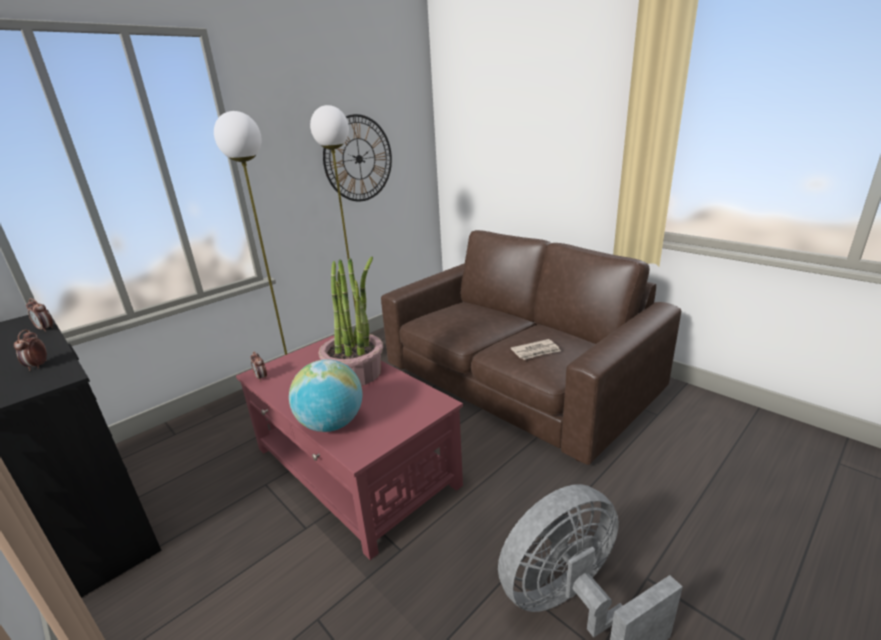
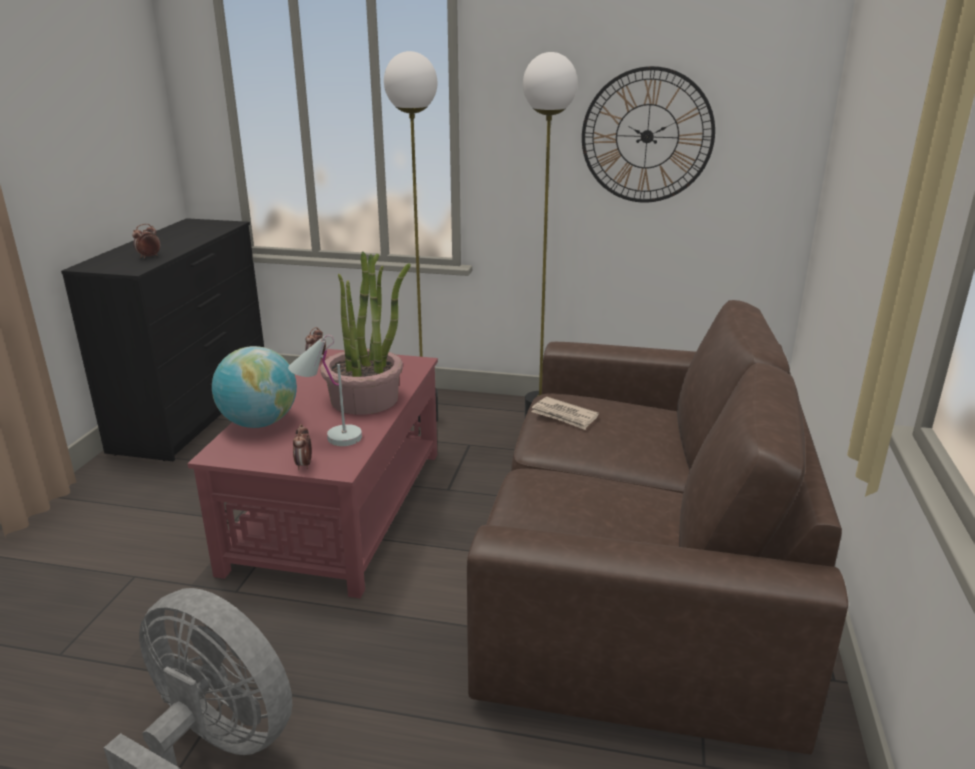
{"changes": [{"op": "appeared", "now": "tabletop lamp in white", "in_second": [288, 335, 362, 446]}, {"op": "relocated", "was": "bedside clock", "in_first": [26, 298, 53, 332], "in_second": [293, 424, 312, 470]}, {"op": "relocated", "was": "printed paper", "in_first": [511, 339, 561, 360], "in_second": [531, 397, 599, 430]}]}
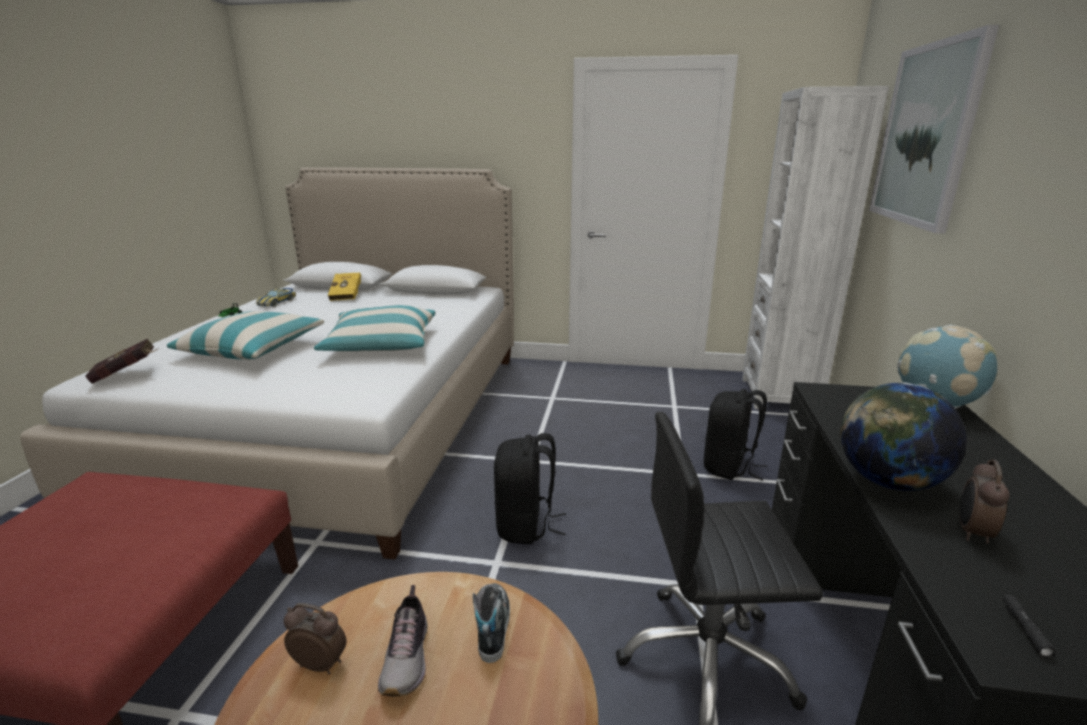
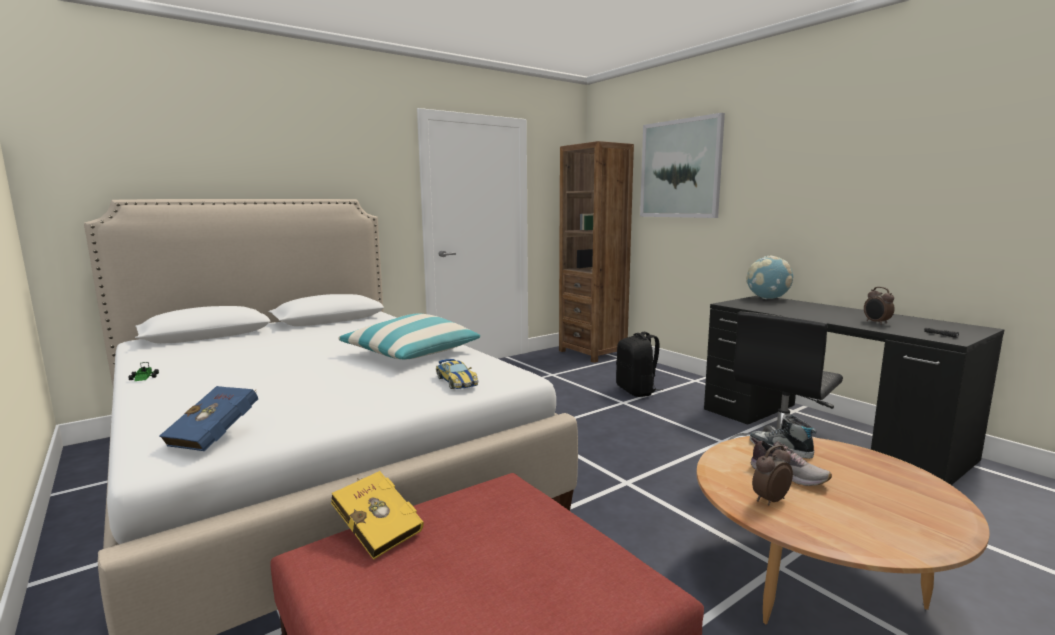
{"changes": [{"op": "missing", "was": "throw pillow", "in_first": [167, 311, 324, 360]}, {"op": "missing", "was": "rucksack in black-coloured", "in_first": [494, 433, 566, 544]}, {"op": "missing", "was": "desk globe", "in_first": [840, 382, 967, 491]}, {"op": "relocated", "was": "model car", "in_first": [256, 288, 296, 307], "in_second": [436, 359, 478, 389]}, {"op": "relocated", "was": "bound book in yellow", "in_first": [328, 272, 361, 301], "in_second": [331, 471, 424, 560]}, {"op": "colour", "was": "bound book in red-coloured", "now": "bound book in bluish", "in_first": [86, 339, 157, 384], "in_second": [160, 386, 258, 451]}, {"op": "colour", "was": "bookshelf in white", "now": "bookshelf in brownish", "in_first": [742, 86, 889, 409], "in_second": [559, 141, 634, 363]}]}
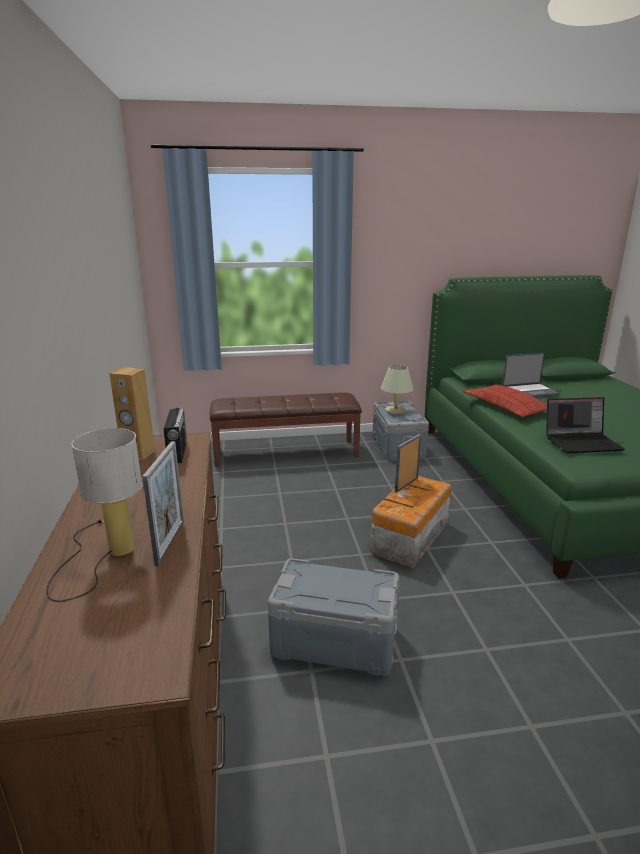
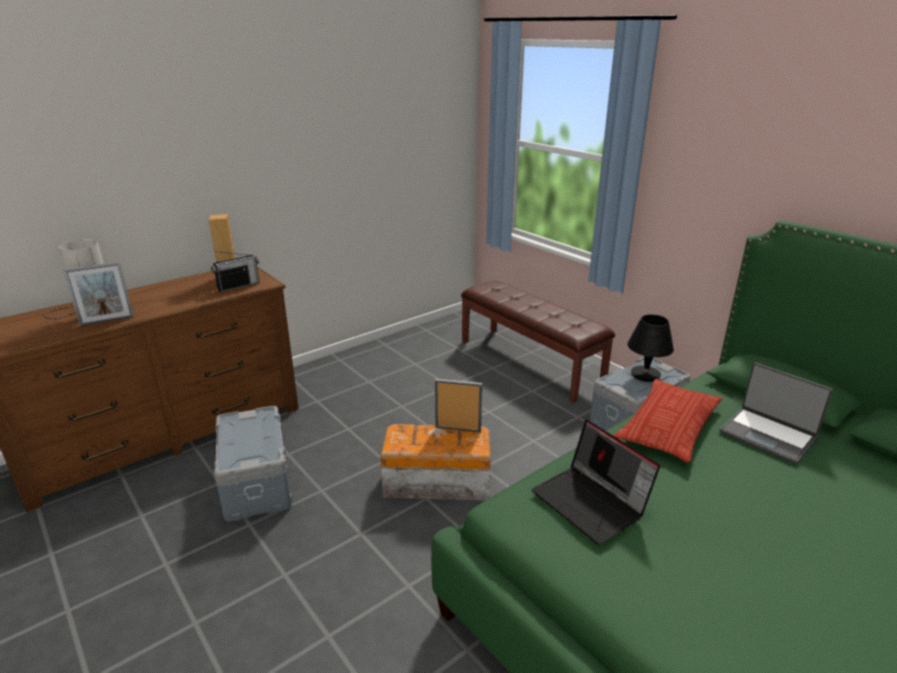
{"changes": [{"op": "colour", "was": "tabletop lamp in sand-coloured", "now": "tabletop lamp in black-coloured", "in_first": [381, 365, 414, 414], "in_second": [627, 314, 674, 382]}]}
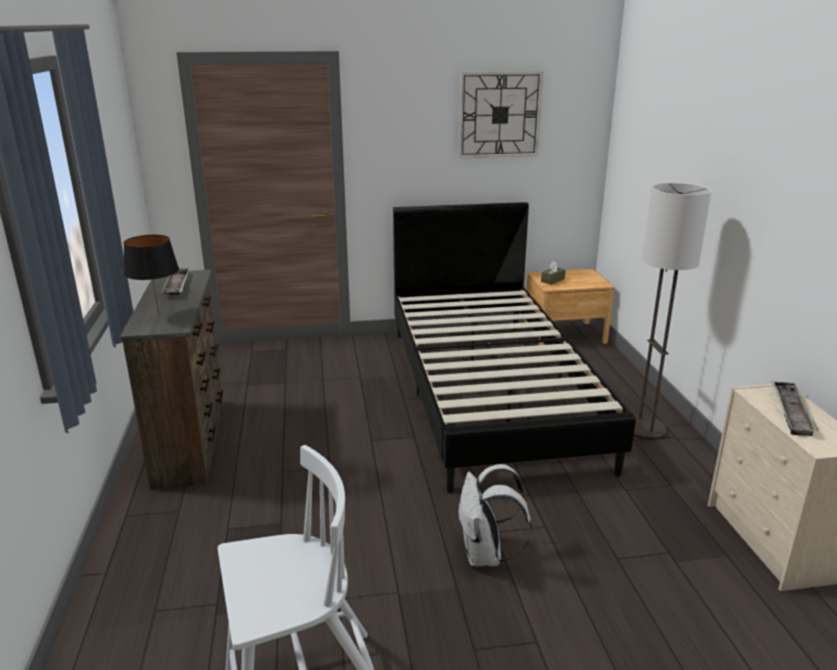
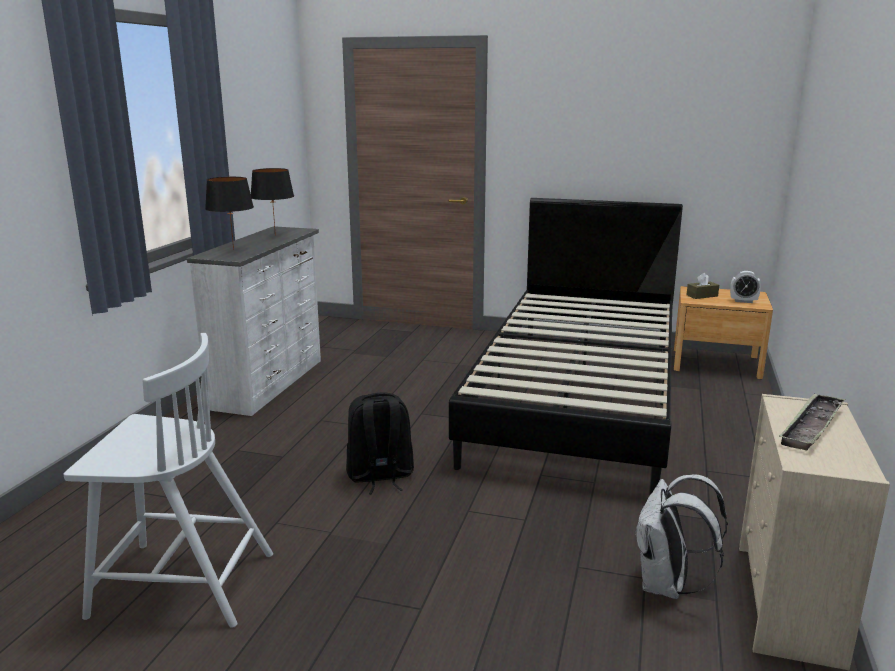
{"changes": [{"op": "missing", "was": "clock on the wall", "in_first": [459, 71, 543, 158]}, {"op": "missing", "was": "standing lamp", "in_first": [633, 182, 712, 440]}, {"op": "appeared", "now": "rucksack in black-coloured", "in_second": [346, 393, 414, 494]}, {"op": "appeared", "now": "bedside clock", "in_second": [730, 271, 761, 303]}, {"op": "relocated", "was": "rucksack in white", "in_first": [458, 464, 532, 566], "in_second": [635, 474, 728, 599]}, {"op": "exchanged", "was": "serving tray", "now": "tabletop lamp in black-coloured", "in_first": [162, 268, 189, 296], "in_second": [251, 168, 294, 235]}, {"op": "colour", "was": "chest of drawers in brownish", "now": "chest of drawers in white", "in_first": [120, 270, 223, 490], "in_second": [187, 226, 321, 416]}]}
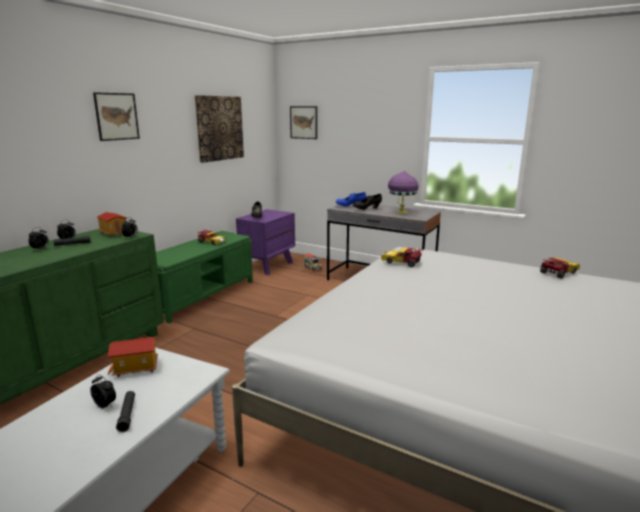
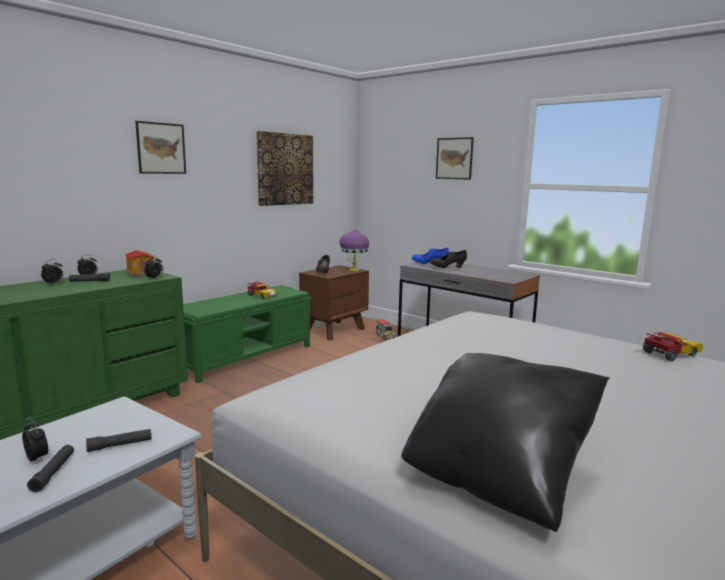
{"changes": [{"op": "missing", "was": "model house", "in_first": [108, 337, 158, 377]}, {"op": "missing", "was": "model car", "in_first": [381, 248, 422, 268]}, {"op": "appeared", "now": "torch in black-coloured", "in_second": [86, 429, 152, 452]}, {"op": "appeared", "now": "throw pillow in black-coloured", "in_second": [401, 353, 609, 532]}, {"op": "relocated", "was": "wall art", "in_first": [290, 106, 317, 139], "in_second": [436, 137, 474, 180]}, {"op": "relocated", "was": "tabletop lamp in purplish", "in_first": [388, 171, 419, 214], "in_second": [340, 229, 369, 271]}, {"op": "colour", "was": "bedside table in purplish", "now": "bedside table in brownish", "in_first": [236, 209, 295, 275], "in_second": [299, 265, 369, 341]}]}
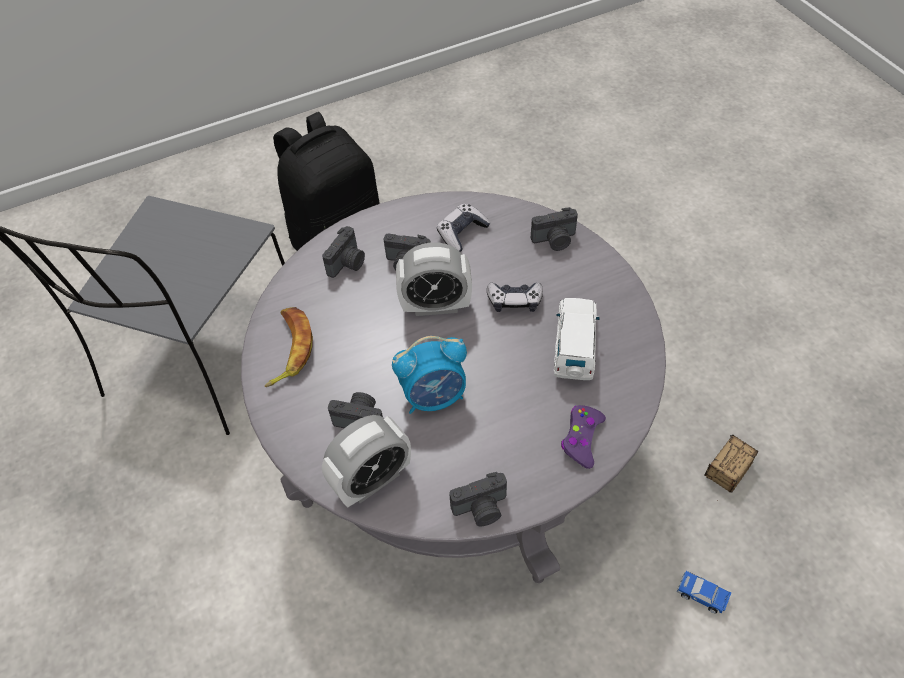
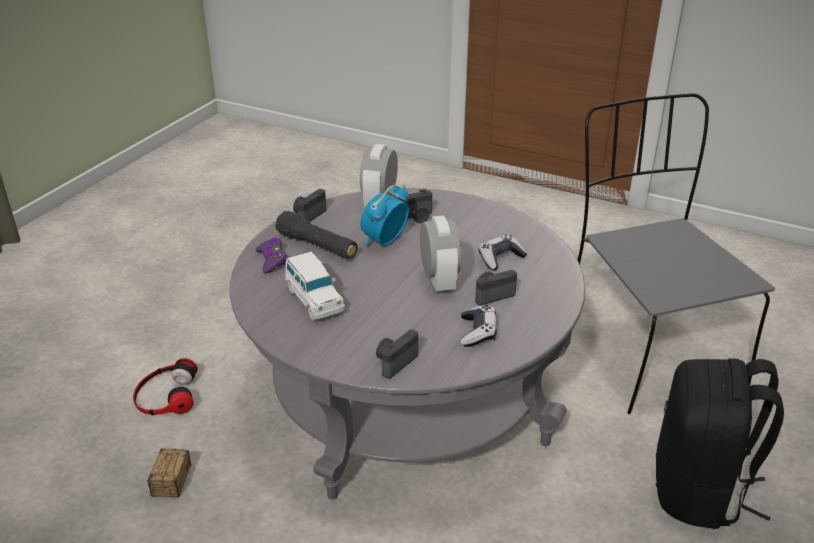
{"changes": [{"op": "missing", "was": "banana", "in_first": [265, 307, 313, 387]}, {"op": "missing", "was": "still camera", "in_first": [322, 226, 365, 278]}, {"op": "appeared", "now": "torch in black-coloured", "in_second": [275, 211, 358, 259]}, {"op": "relocated", "was": "game controller", "in_first": [487, 282, 543, 312], "in_second": [478, 234, 527, 271]}, {"op": "exchanged", "was": "model car", "now": "headphones", "in_first": [677, 571, 731, 614], "in_second": [133, 358, 198, 415]}, {"op": "spun", "was": "bedside clock", "in_first": [396, 242, 472, 316], "in_second": [420, 216, 462, 293], "clockwise": 120}]}
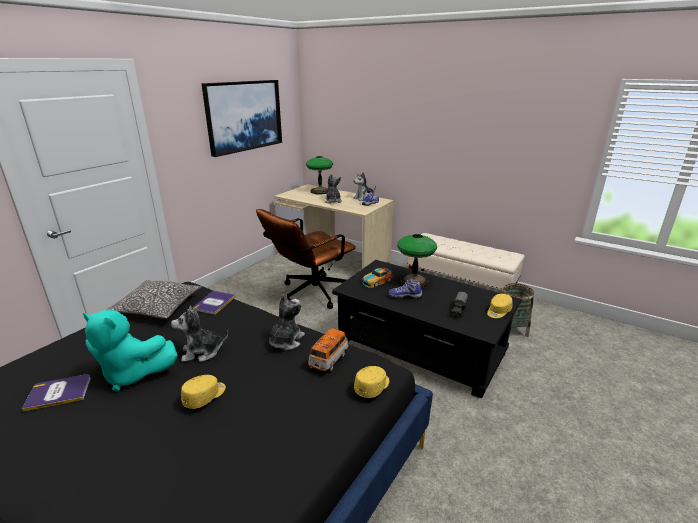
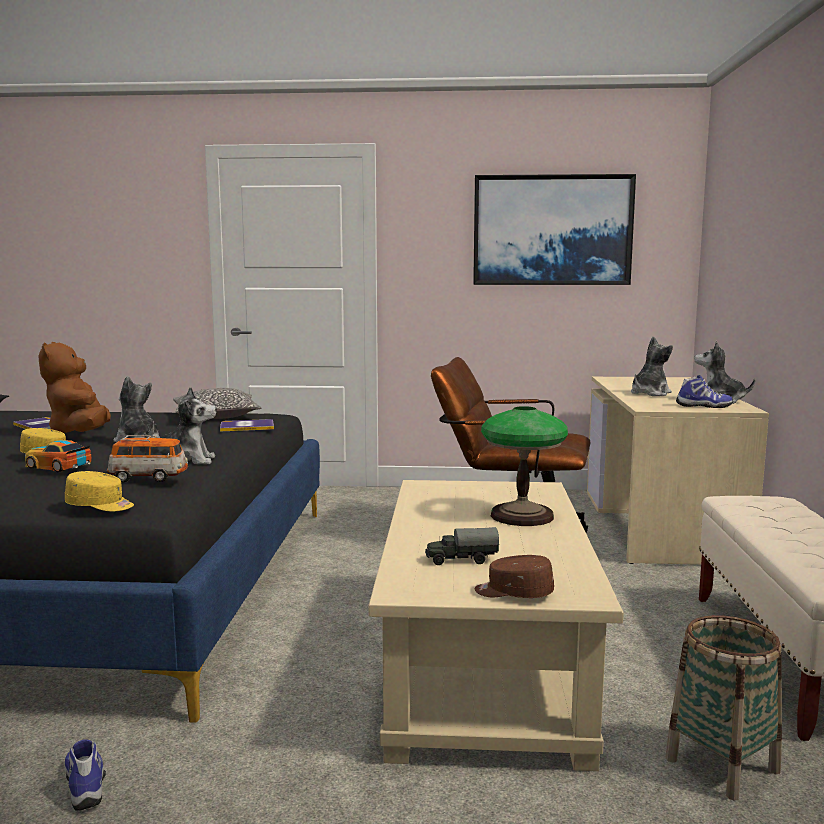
{"changes": [{"op": "missing", "was": "tabletop lamp", "in_first": [306, 156, 333, 195]}, {"op": "relocated", "was": "model car", "in_first": [362, 267, 392, 288], "in_second": [25, 440, 92, 472]}, {"op": "relocated", "was": "low shoe", "in_first": [388, 278, 423, 299], "in_second": [65, 739, 106, 811]}, {"op": "colour", "was": "cuddly toy in blue-green", "now": "cuddly toy in brownish", "in_first": [83, 310, 178, 391], "in_second": [38, 342, 111, 433]}, {"op": "colour", "was": "lounge table in black-coloured", "now": "lounge table in sand-coloured", "in_first": [332, 260, 521, 398], "in_second": [368, 480, 624, 771]}, {"op": "colour", "was": "baseball cap in yellow", "now": "baseball cap in brownish", "in_first": [487, 294, 513, 318], "in_second": [475, 555, 554, 598]}]}
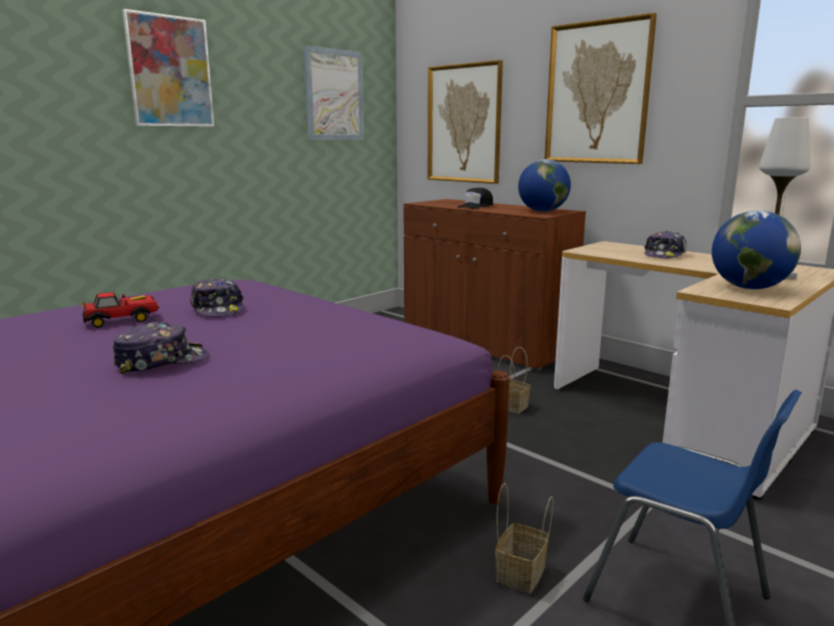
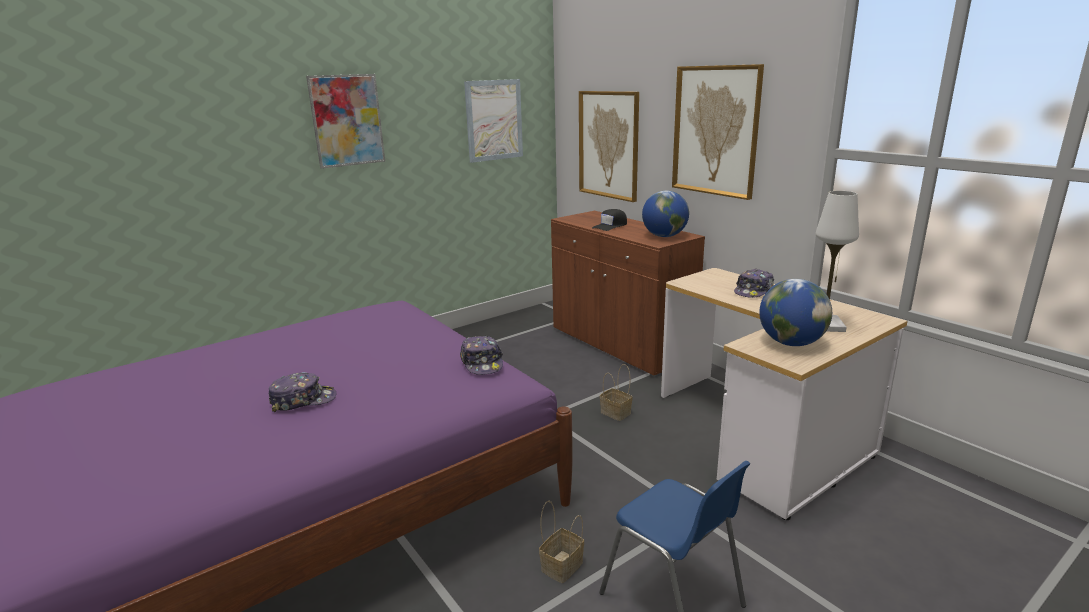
{"changes": [{"op": "missing", "was": "model car", "in_first": [81, 292, 159, 328]}, {"op": "relocated", "was": "baseball cap", "in_first": [190, 278, 244, 317], "in_second": [460, 336, 503, 375]}]}
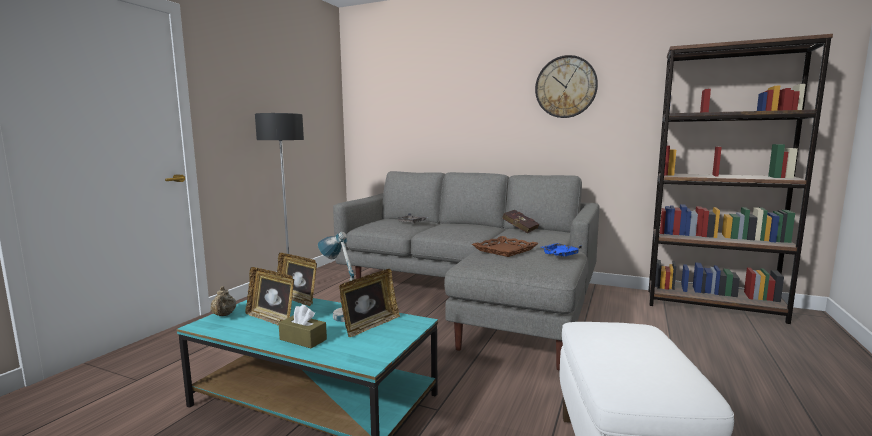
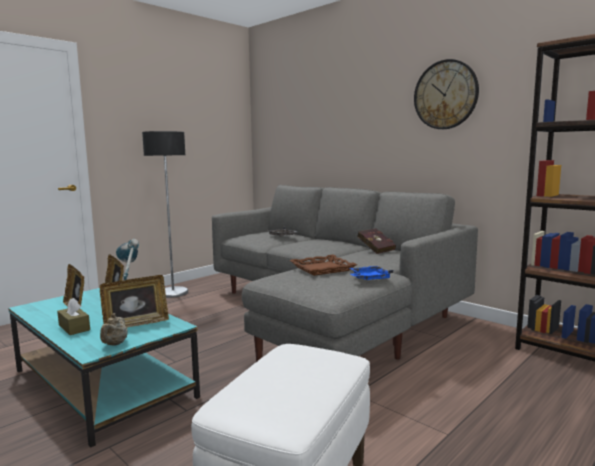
{"changes": [{"op": "relocated", "was": "tea pot in sand-coloured", "in_first": [210, 286, 236, 316], "in_second": [100, 313, 128, 346]}]}
